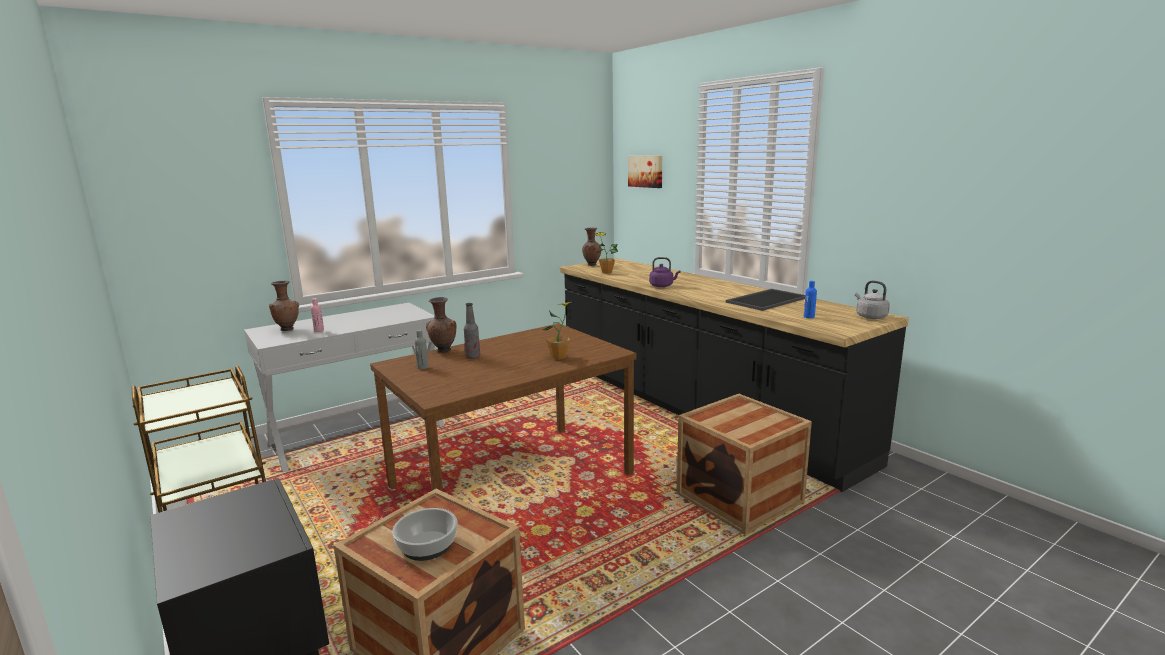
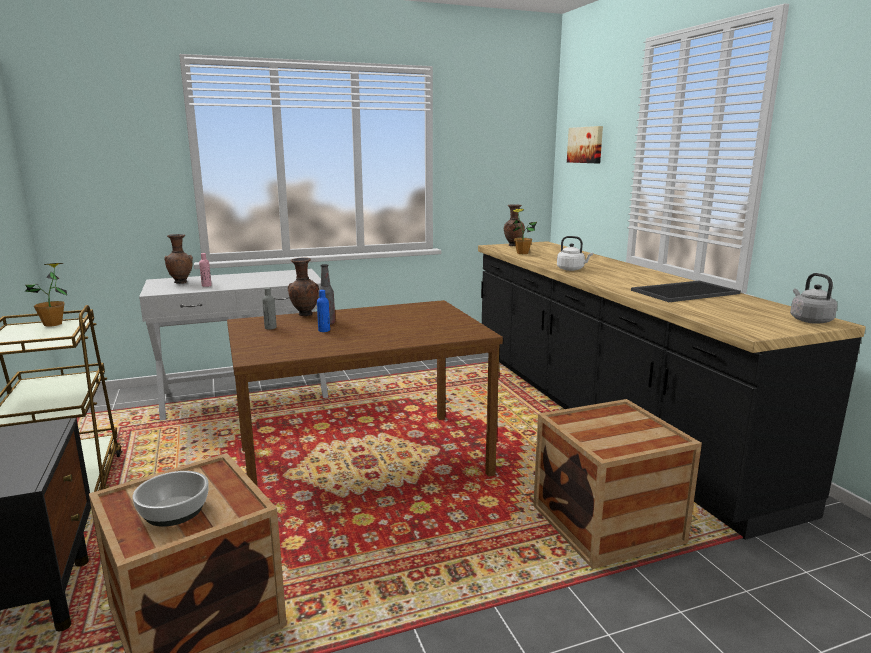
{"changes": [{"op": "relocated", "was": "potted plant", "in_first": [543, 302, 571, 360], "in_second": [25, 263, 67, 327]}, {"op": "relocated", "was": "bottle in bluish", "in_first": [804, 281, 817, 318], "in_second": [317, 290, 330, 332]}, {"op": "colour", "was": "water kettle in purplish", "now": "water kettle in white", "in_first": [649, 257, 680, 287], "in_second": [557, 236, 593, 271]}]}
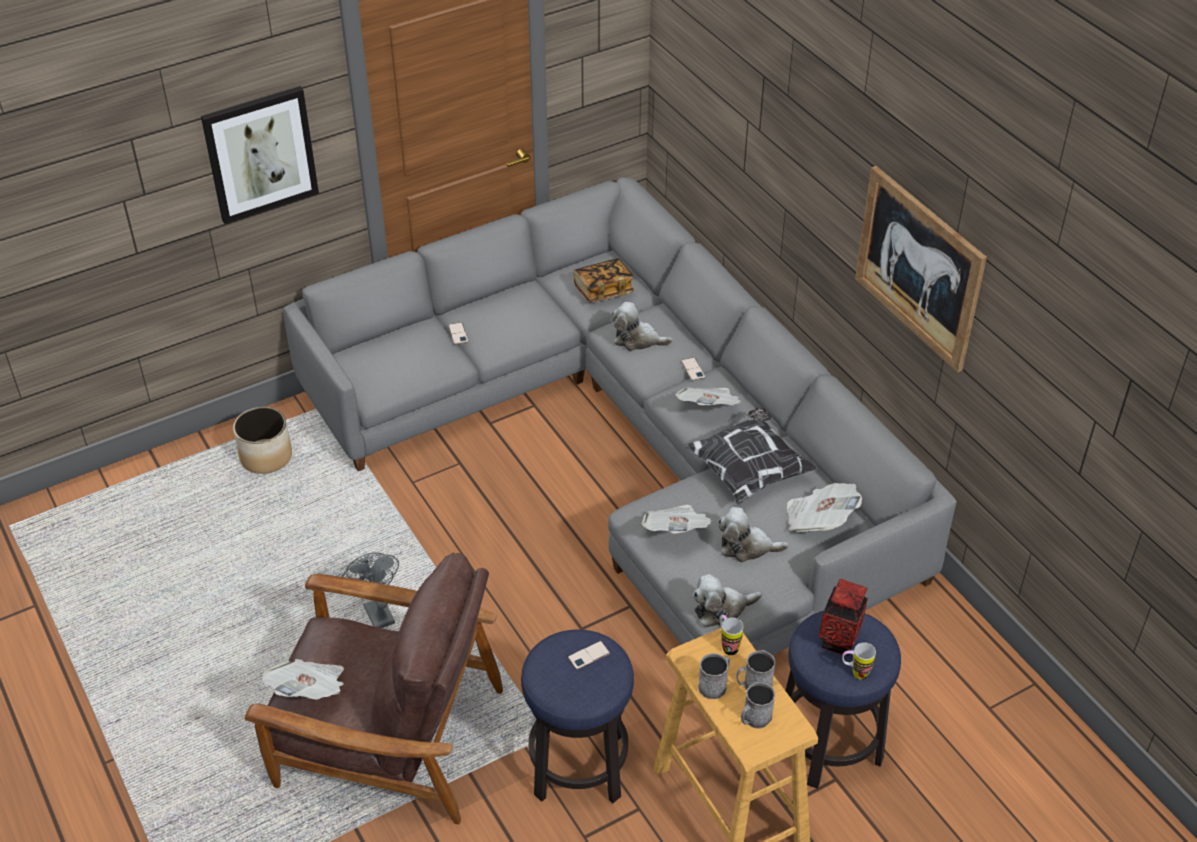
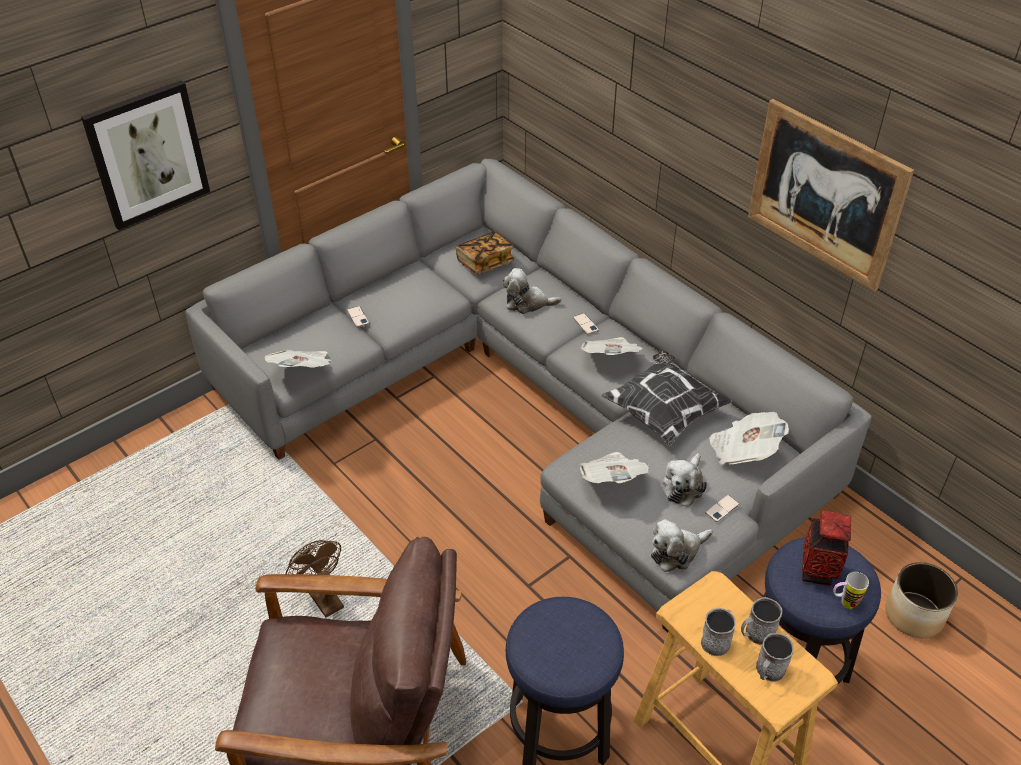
{"changes": [{"op": "missing", "was": "coffee mug", "in_first": [720, 615, 744, 655]}, {"op": "relocated", "was": "flower pot", "in_first": [233, 407, 292, 474], "in_second": [885, 562, 958, 638]}, {"op": "relocated", "was": "printed paper", "in_first": [262, 659, 344, 699], "in_second": [265, 350, 331, 368]}, {"op": "relocated", "was": "handset", "in_first": [568, 641, 610, 670], "in_second": [705, 495, 740, 522]}, {"op": "colour", "was": "cooling fan in greyish", "now": "cooling fan in brownish", "in_first": [341, 552, 399, 628], "in_second": [285, 540, 344, 618]}, {"op": "spun", "was": "cuddly toy", "in_first": [718, 507, 789, 562], "in_second": [662, 453, 707, 507], "clockwise": -60}]}
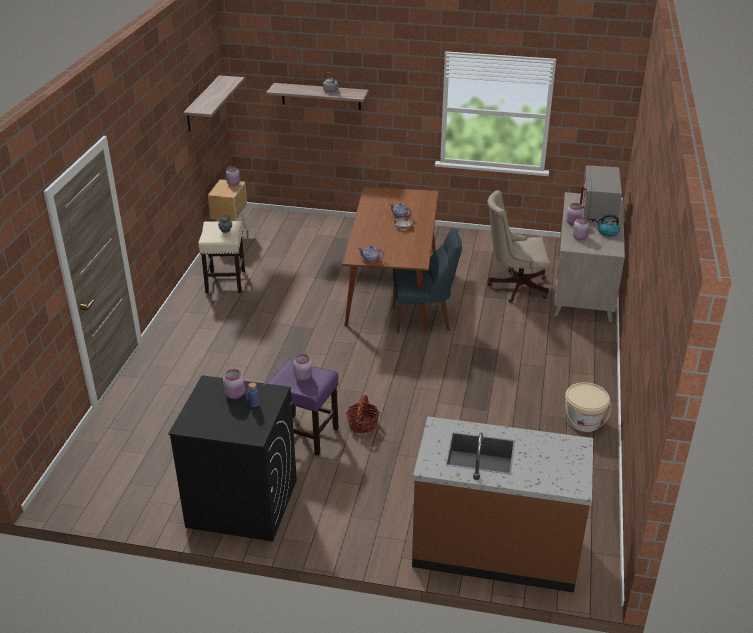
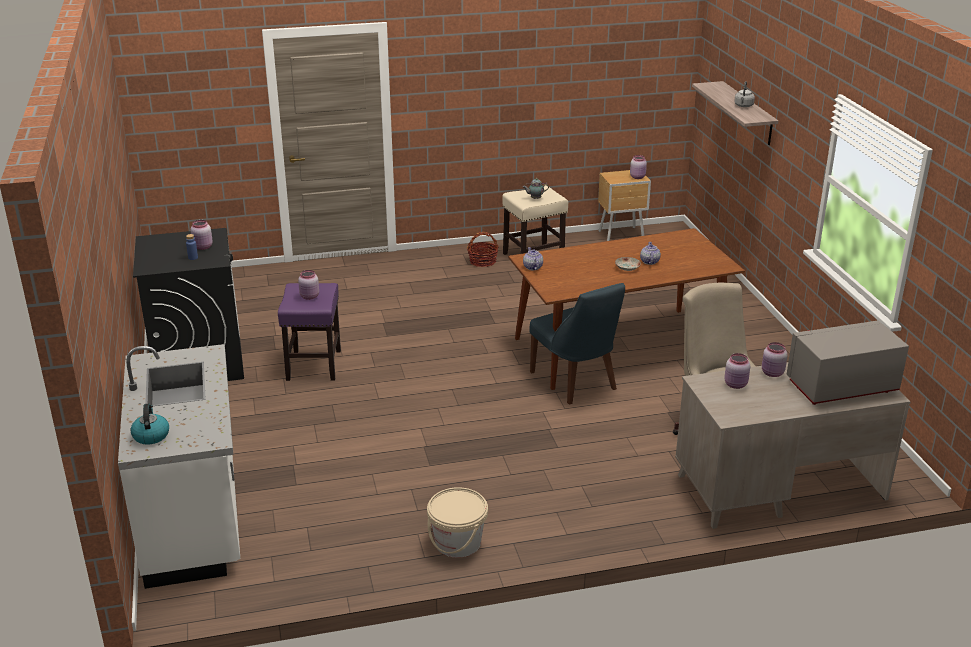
{"changes": [{"op": "missing", "was": "shelf", "in_first": [183, 75, 245, 131]}, {"op": "relocated", "was": "basket", "in_first": [346, 395, 380, 434], "in_second": [467, 232, 498, 267]}, {"op": "relocated", "was": "water kettle", "in_first": [596, 214, 620, 237], "in_second": [131, 403, 169, 445]}, {"op": "colour", "was": "kitchen base unit in brownish", "now": "kitchen base unit in white", "in_first": [412, 416, 593, 593], "in_second": [118, 344, 240, 589]}]}
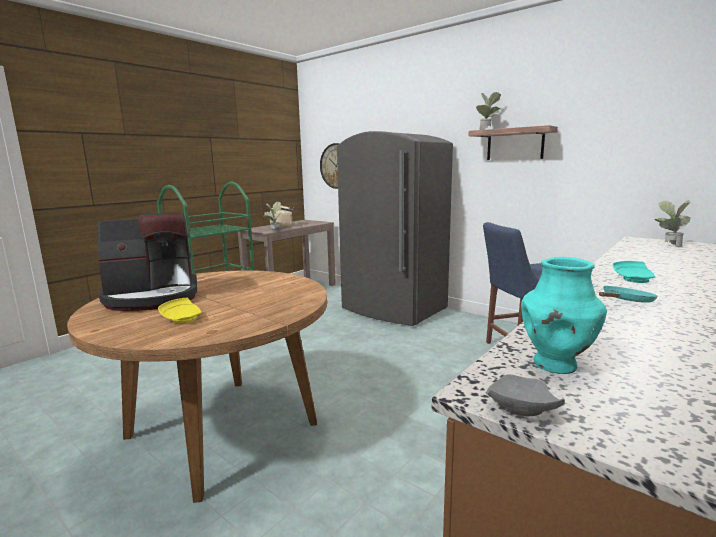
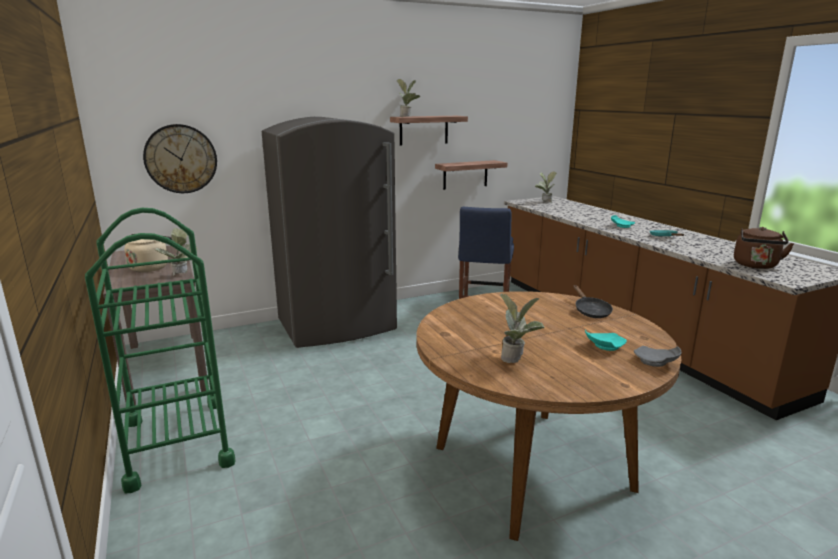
{"changes": [{"op": "appeared", "now": "shelf", "in_second": [435, 160, 507, 190]}, {"op": "appeared", "now": "frying pan in black-coloured", "in_second": [573, 285, 613, 318]}, {"op": "relocated", "was": "dinner plate in greyish", "in_first": [486, 374, 565, 416], "in_second": [634, 346, 681, 367]}, {"op": "exchanged", "was": "coffee brewer", "now": "potted plant", "in_first": [98, 213, 197, 311], "in_second": [500, 293, 545, 363]}, {"op": "exchanged", "was": "flower vase in blue-green", "now": "water kettle in brownish", "in_first": [521, 257, 607, 374], "in_second": [734, 227, 794, 269]}, {"op": "colour", "was": "dinner plate in yellow", "now": "dinner plate in blue-green", "in_first": [158, 298, 202, 323], "in_second": [585, 330, 627, 351]}]}
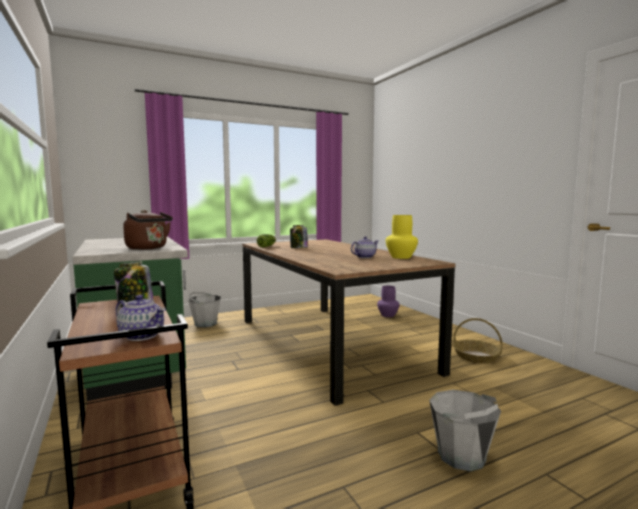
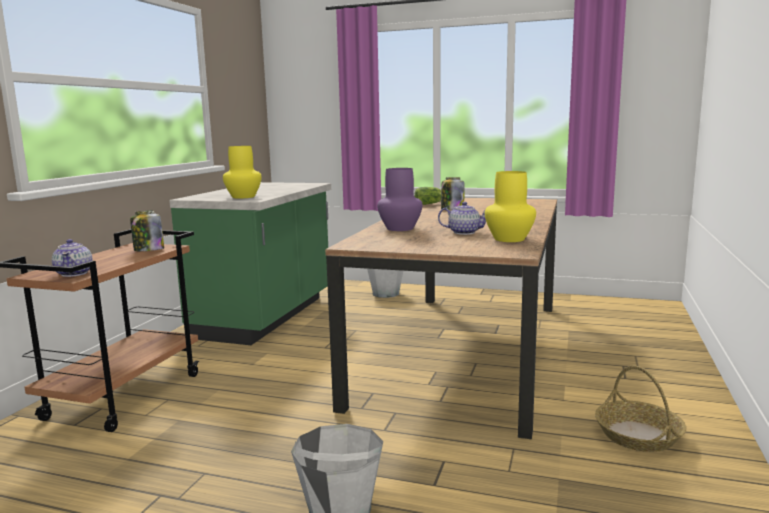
{"changes": [{"op": "relocated", "was": "flower vase in purplish", "in_first": [377, 286, 400, 317], "in_second": [377, 168, 423, 231]}, {"op": "exchanged", "was": "water kettle in brownish", "now": "flower vase in yellow", "in_first": [123, 210, 173, 250], "in_second": [223, 146, 262, 199]}]}
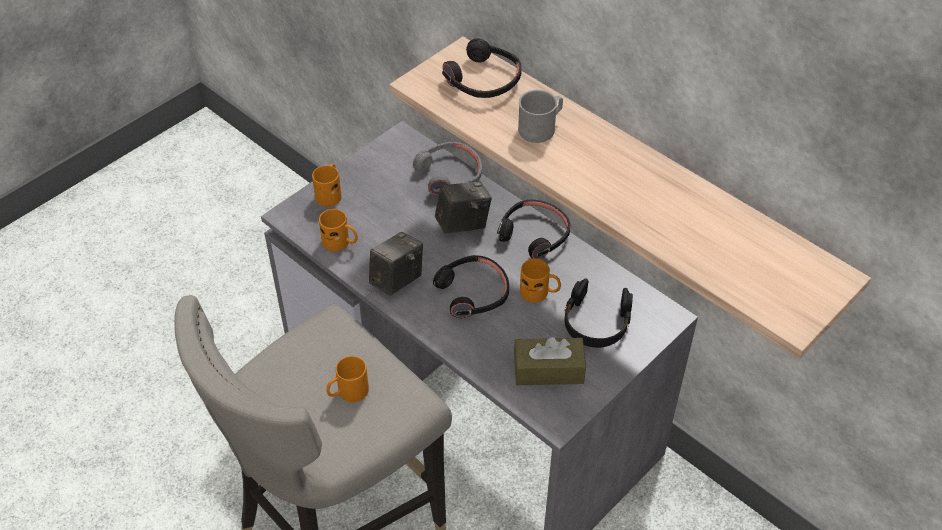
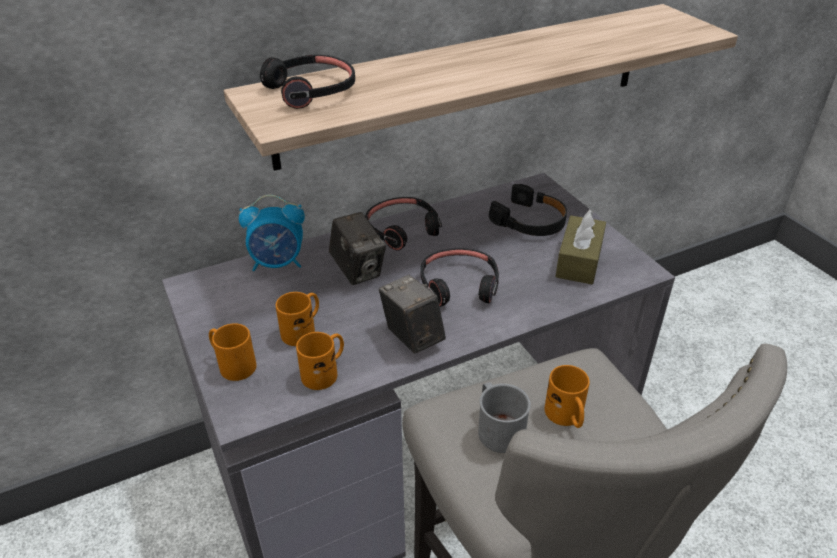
{"changes": [{"op": "relocated", "was": "coffee mug in greyish", "in_first": [518, 90, 563, 143], "in_second": [478, 382, 531, 453]}, {"op": "relocated", "was": "coffee mug in orange", "in_first": [520, 259, 561, 303], "in_second": [276, 292, 319, 346]}, {"op": "exchanged", "was": "headphones in greyish", "now": "bedside clock", "in_first": [413, 142, 482, 196], "in_second": [239, 195, 305, 271]}, {"op": "spun", "was": "still camera", "in_first": [435, 181, 492, 234], "in_second": [329, 212, 386, 285], "clockwise": 150}]}
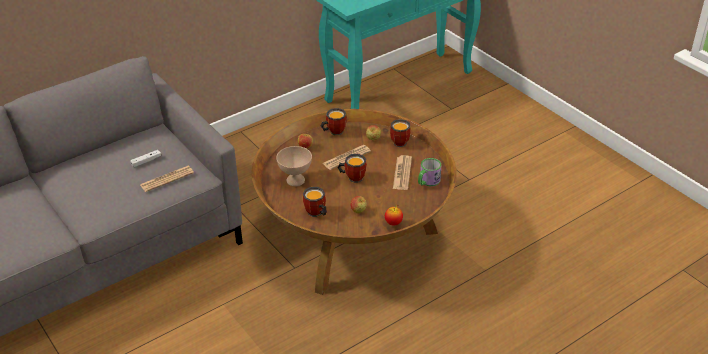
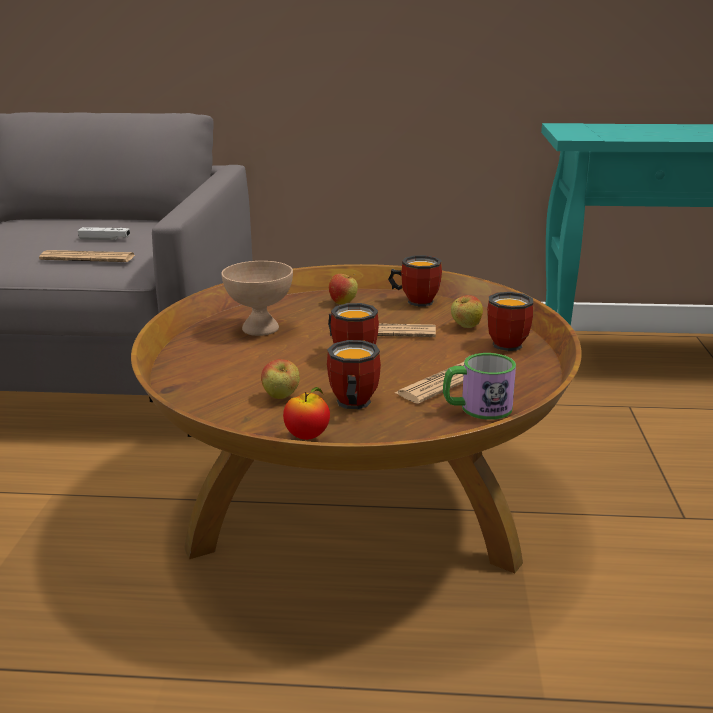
{"changes": [{"op": "relocated", "was": "coffee mug", "in_first": [303, 187, 327, 217], "in_second": [327, 340, 381, 410]}]}
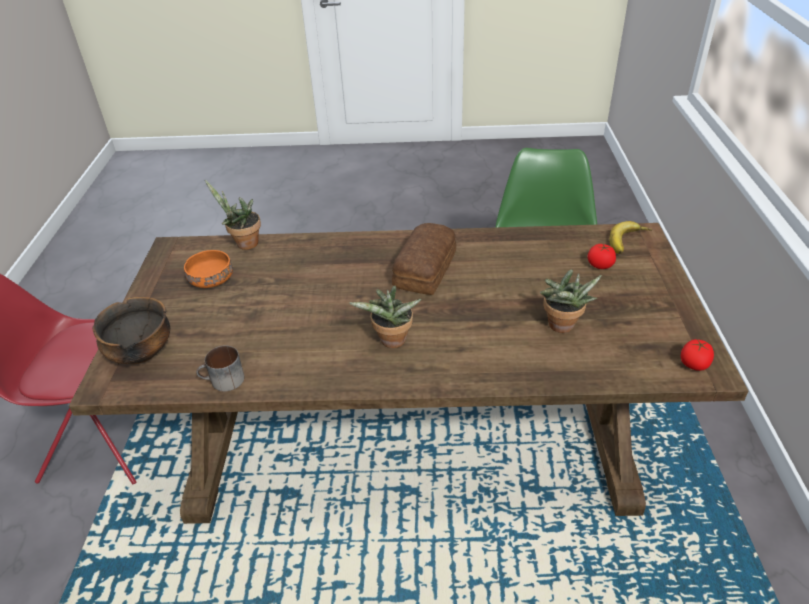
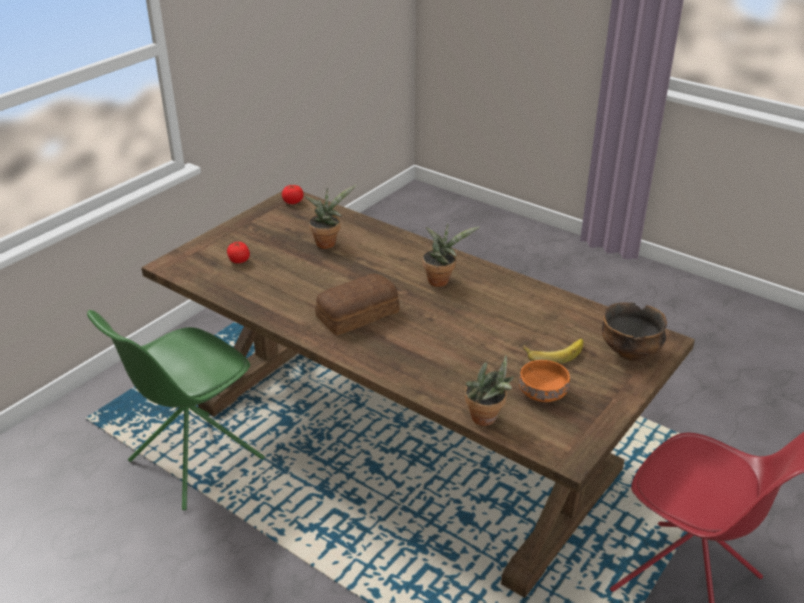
{"changes": [{"op": "missing", "was": "coffee mug", "in_first": [196, 345, 245, 391]}, {"op": "relocated", "was": "banana", "in_first": [610, 221, 653, 254], "in_second": [523, 339, 583, 364]}]}
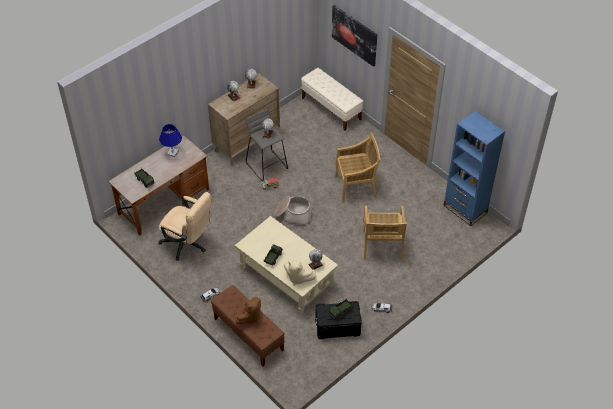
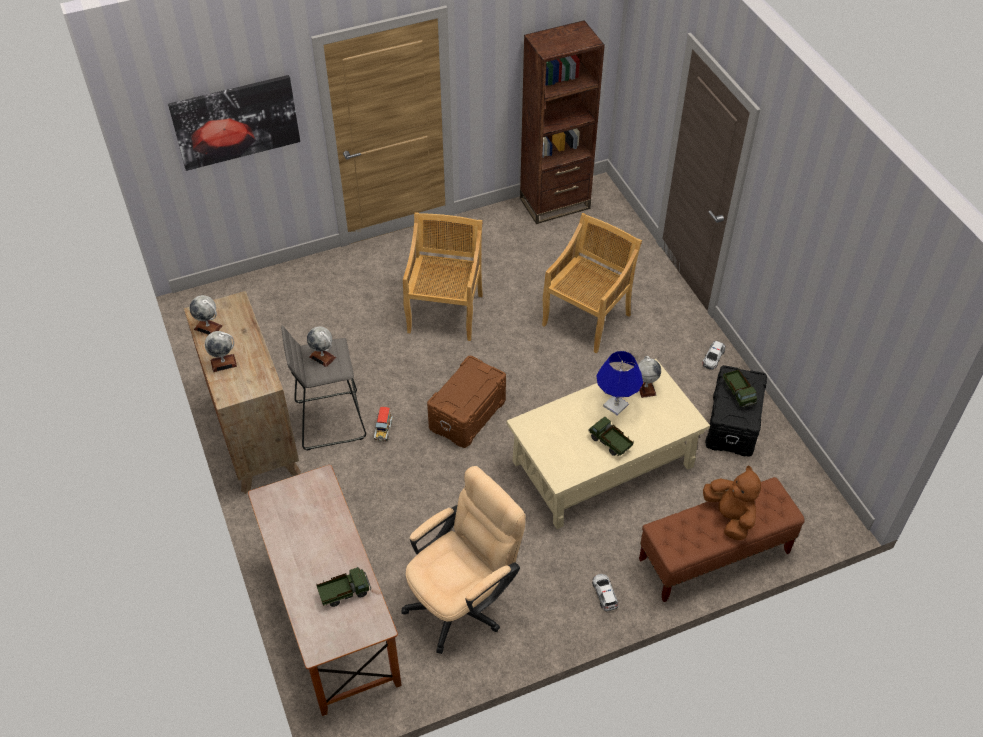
{"changes": [{"op": "missing", "was": "cuddly toy in sand-coloured", "in_first": [284, 260, 316, 285]}, {"op": "missing", "was": "long seat in sand-coloured", "in_first": [301, 68, 363, 131]}, {"op": "relocated", "was": "tabletop lamp in bluish", "in_first": [159, 124, 182, 157], "in_second": [596, 351, 643, 416]}, {"op": "exchanged", "was": "basket", "now": "storage container in brownish", "in_first": [275, 196, 314, 228], "in_second": [427, 356, 506, 448]}, {"op": "colour", "was": "bookshelf in bluish", "now": "bookshelf in brownish", "in_first": [443, 111, 505, 226], "in_second": [520, 20, 605, 224]}, {"op": "spun", "was": "plain chair in sand-coloured", "in_first": [363, 206, 407, 260], "in_second": [542, 213, 642, 354], "clockwise": -75}]}
